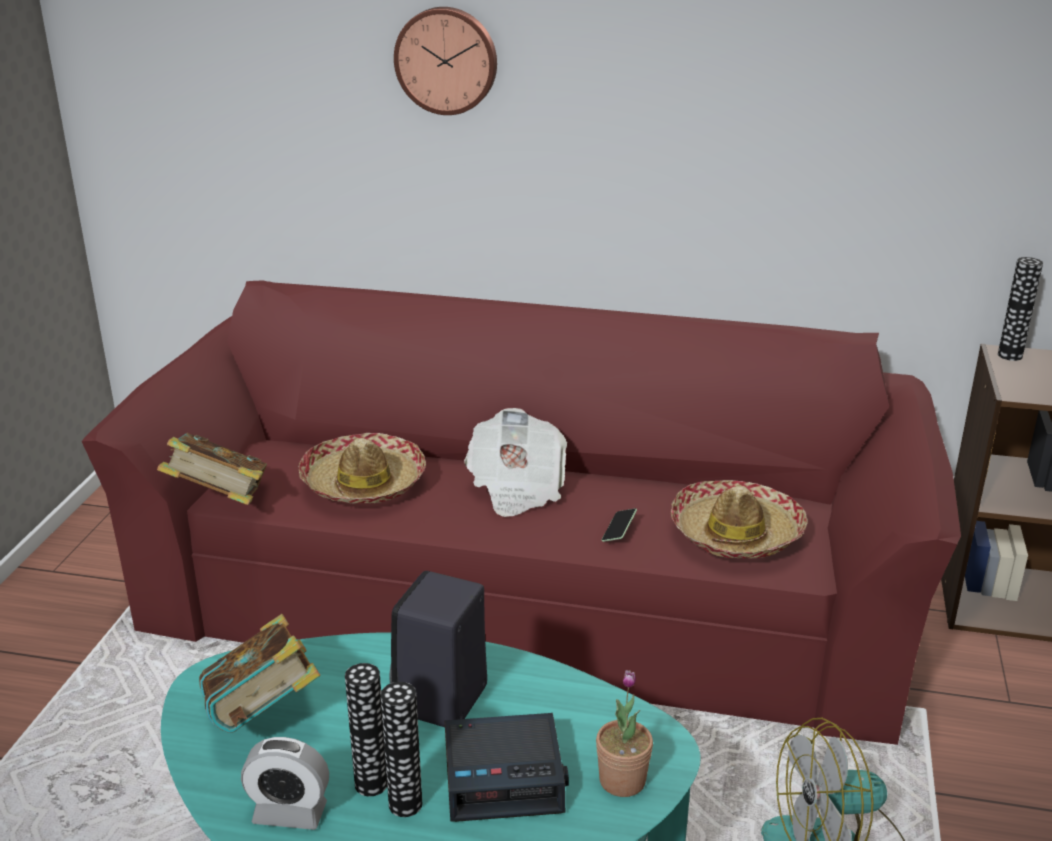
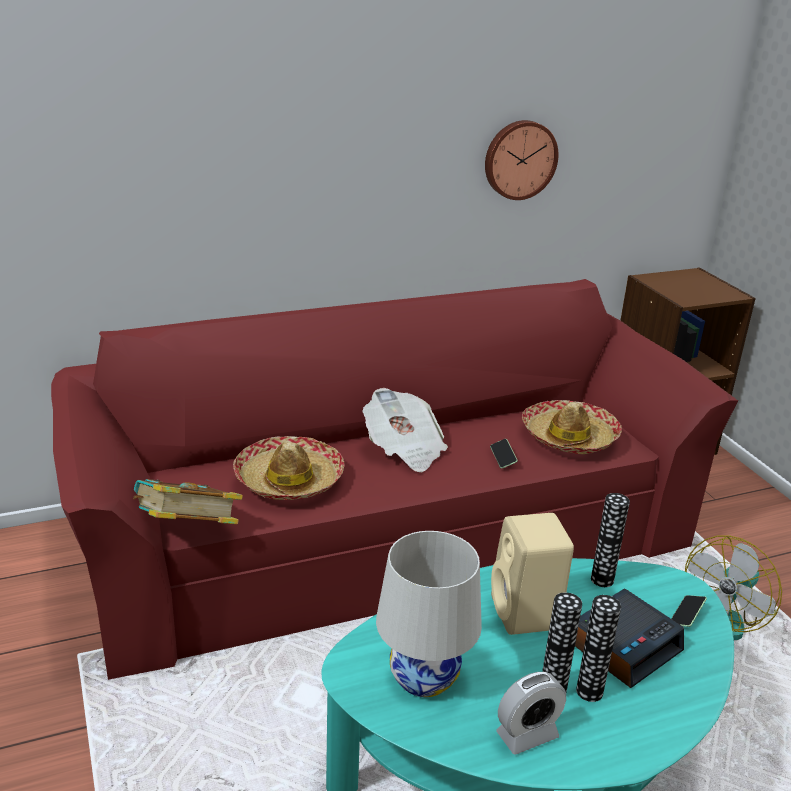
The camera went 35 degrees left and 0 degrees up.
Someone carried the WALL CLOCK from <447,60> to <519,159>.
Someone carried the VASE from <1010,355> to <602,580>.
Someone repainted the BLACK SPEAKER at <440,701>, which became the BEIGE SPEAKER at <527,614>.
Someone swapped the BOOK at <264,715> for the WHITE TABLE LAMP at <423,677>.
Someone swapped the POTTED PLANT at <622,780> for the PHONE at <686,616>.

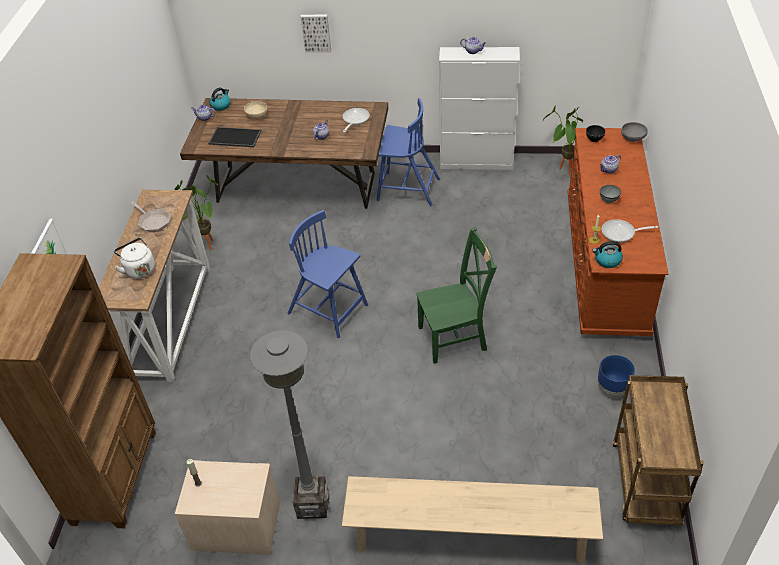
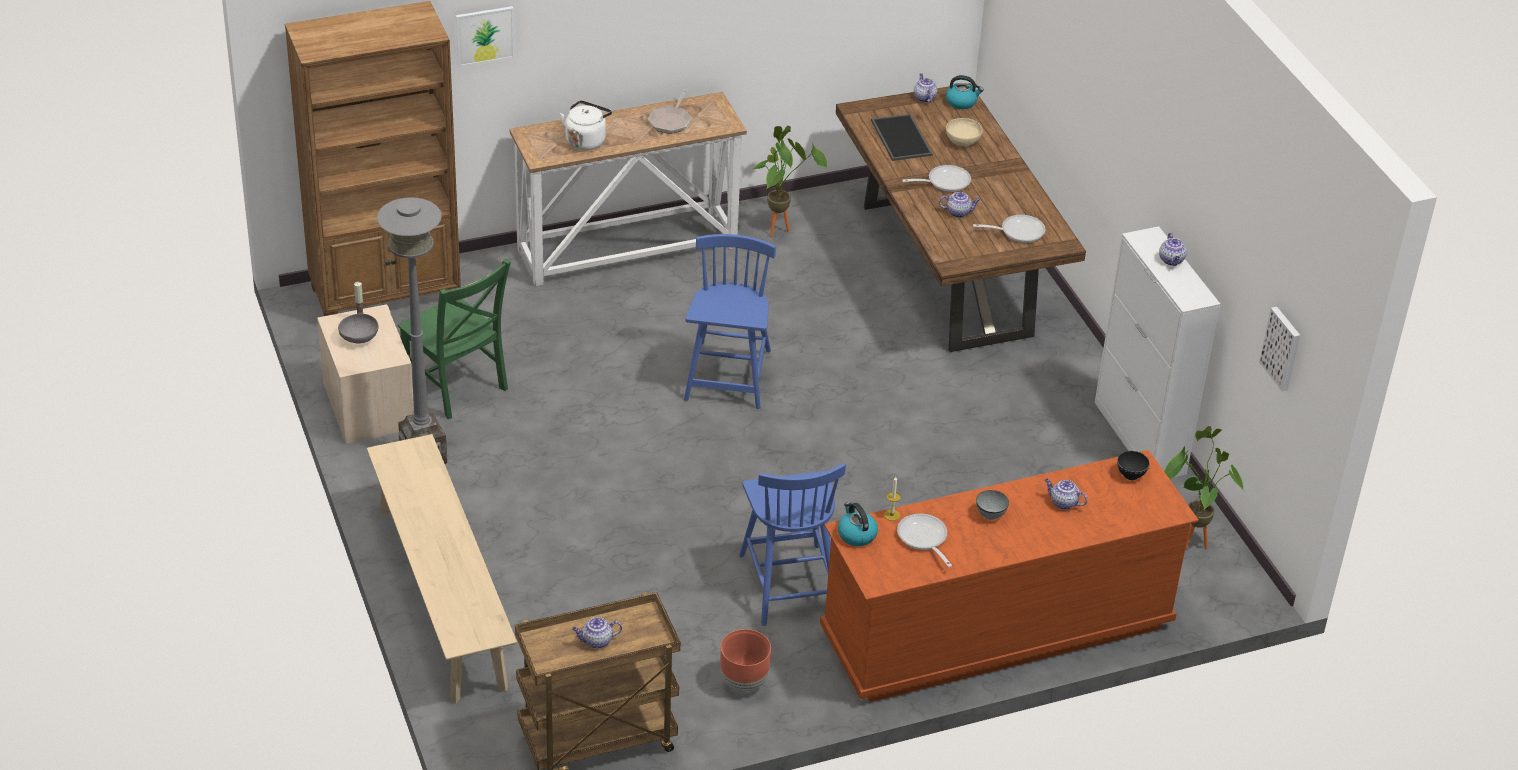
The camera went 60 degrees right and 5 degrees down.
Someone carried the PICTURE from <316,32> to <1282,348>.
Someone carried the BLUE CHAIR from <407,189> to <789,583>.
Someone carried the GREY BOWL from <633,138> to <359,338>.
Someone carried the GREEN CHAIR from <455,337> to <457,387>.
Someone repainted the BLUE PLANTER at <613,389>, which became the BROWN PLANTER at <743,682>.
Someone put down the FRYING PAN at <944,182>.
Someone put down the TEAPOT at <596,641>.

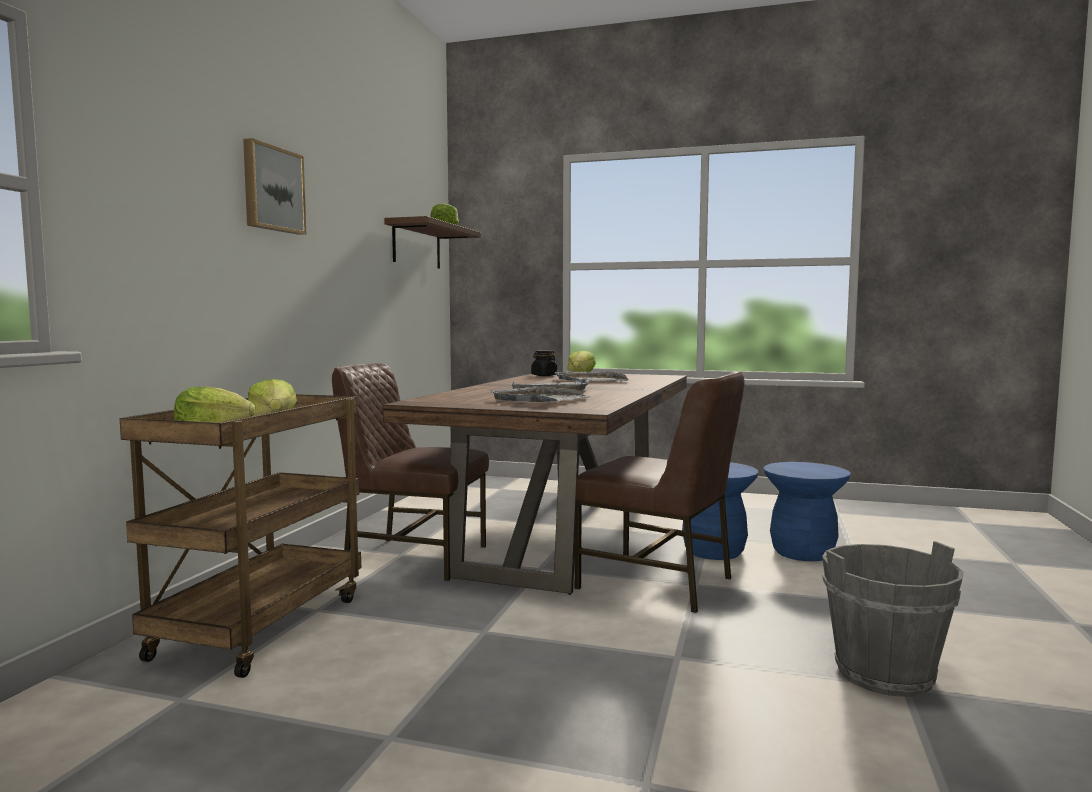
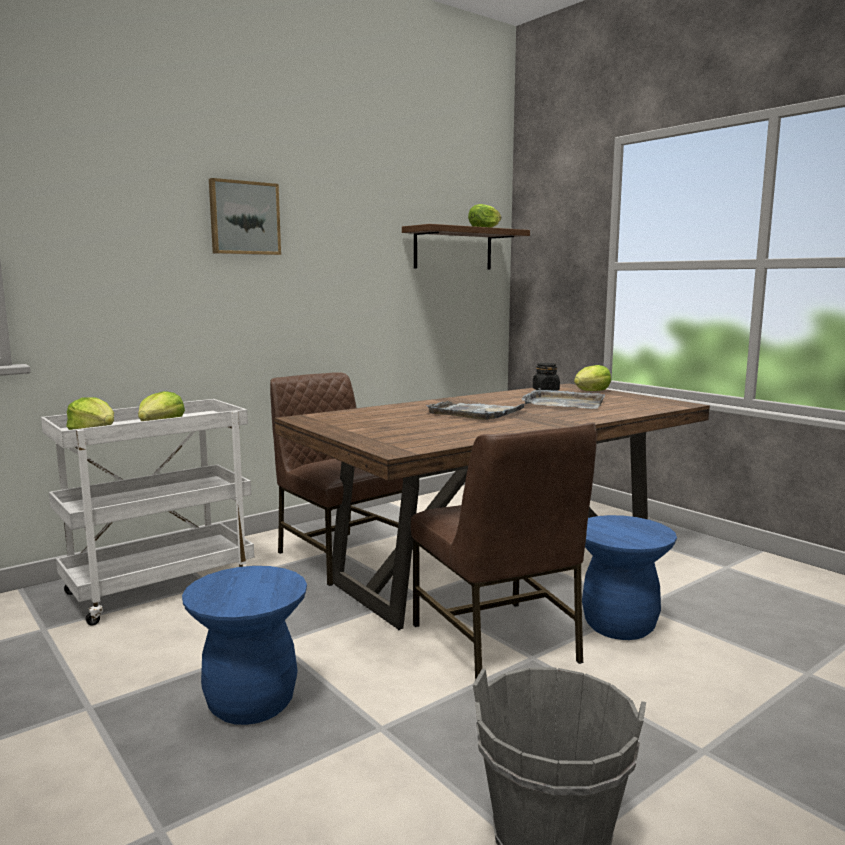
The camera went 35 degrees right and 5 degrees up.
Someone took away the GREY TRAY at <541,400>.
Someone repainted the BROWN CART at <260,625>, which became the WHITE CART at <160,586>.
Someone carried the BLUE STOOL from <803,553> to <251,703>.

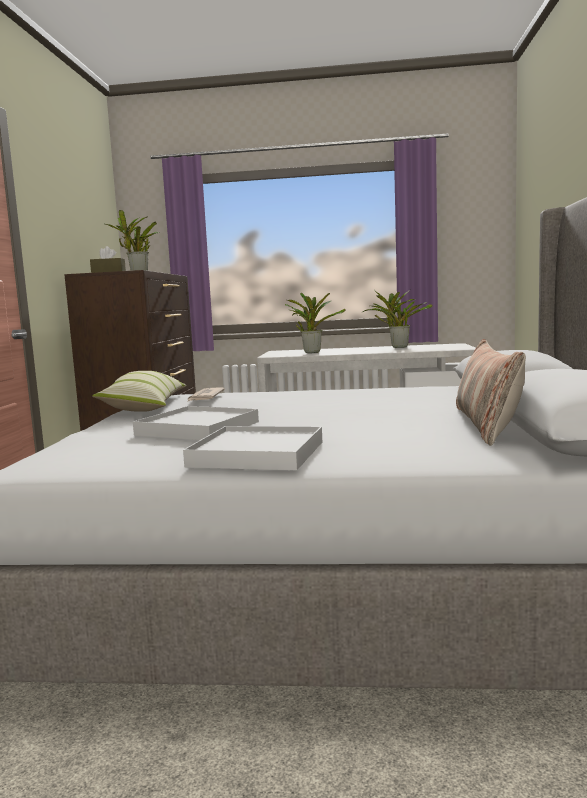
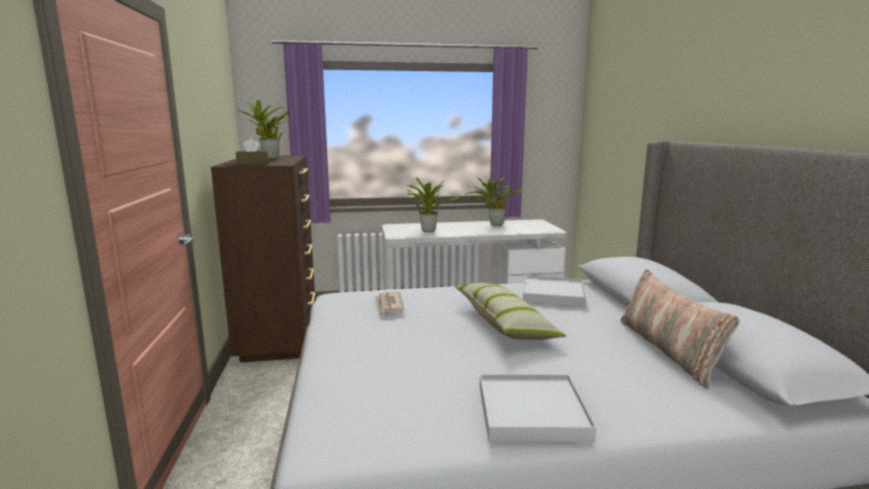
The camera went 15 degrees left and 5 degrees up.
Someone carried the PILLOW from <145,406> to <504,323>.
Someone carried the WHITE TRAY from <198,428> to <553,294>.

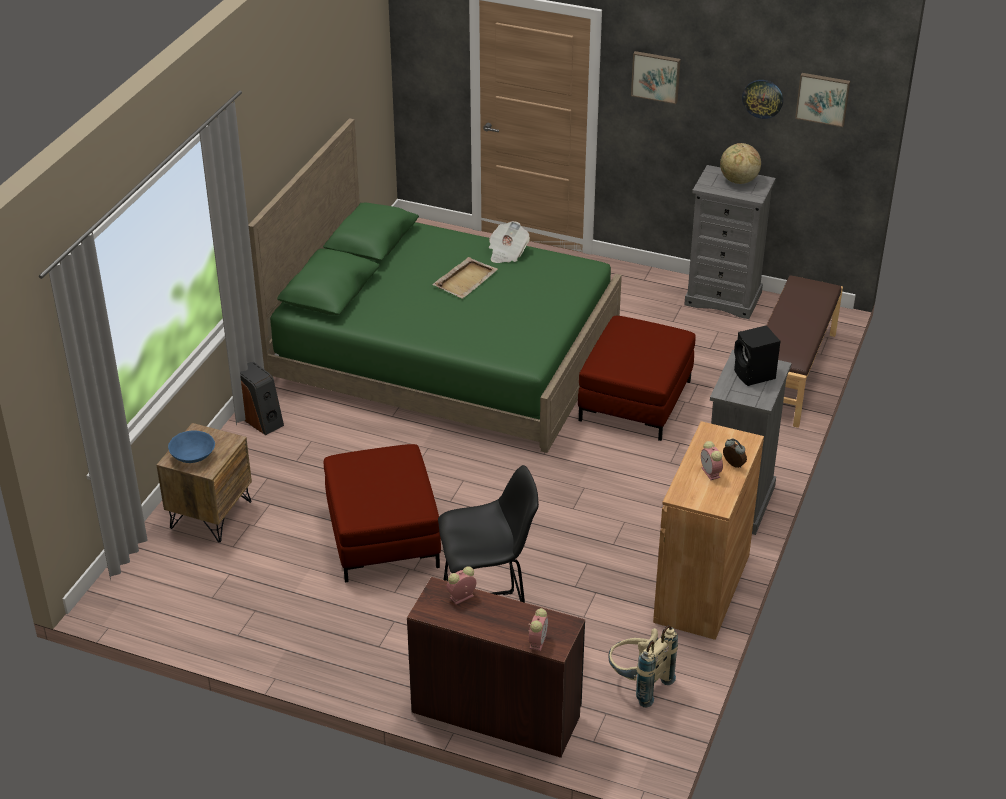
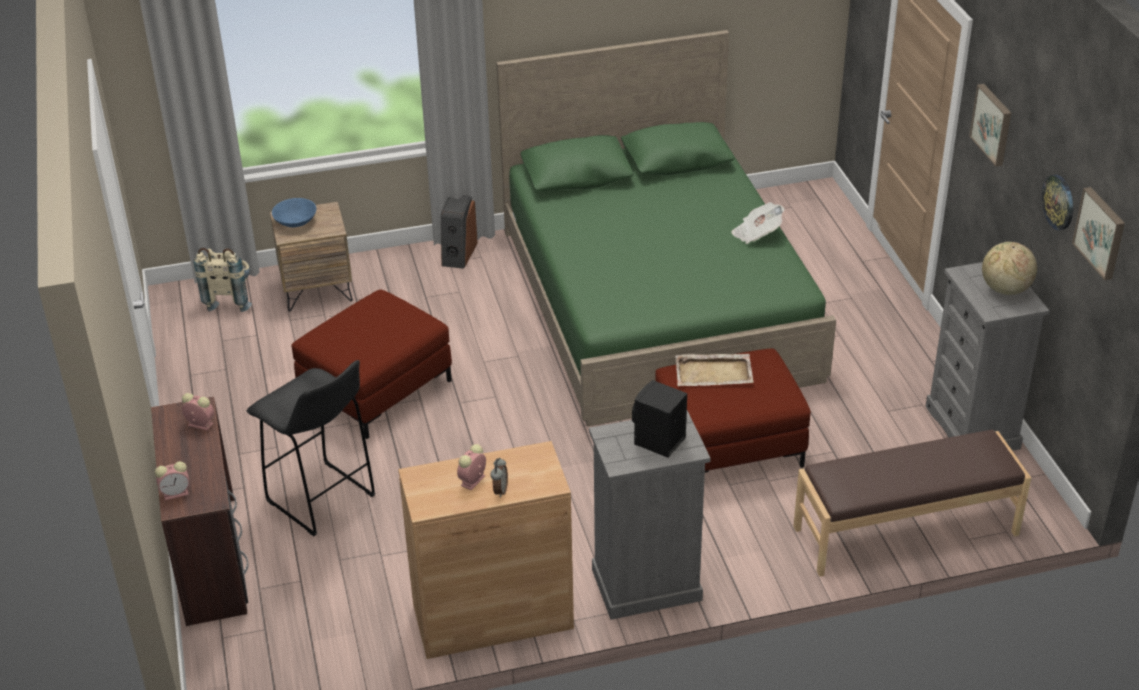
The camera went 55 degrees right and 0 degrees up.
Someone carried the BEIGE TRAY from <466,279> to <714,372>.
Someone carried the BEIGE BACKPACK from <638,684> to <230,299>.

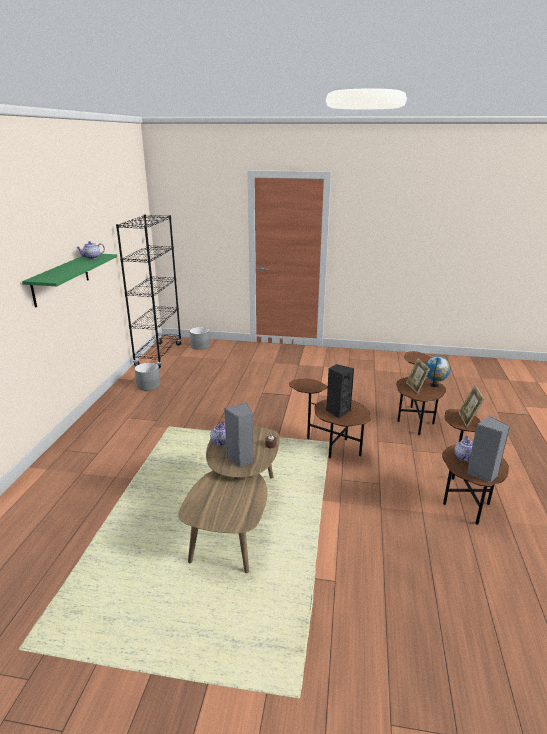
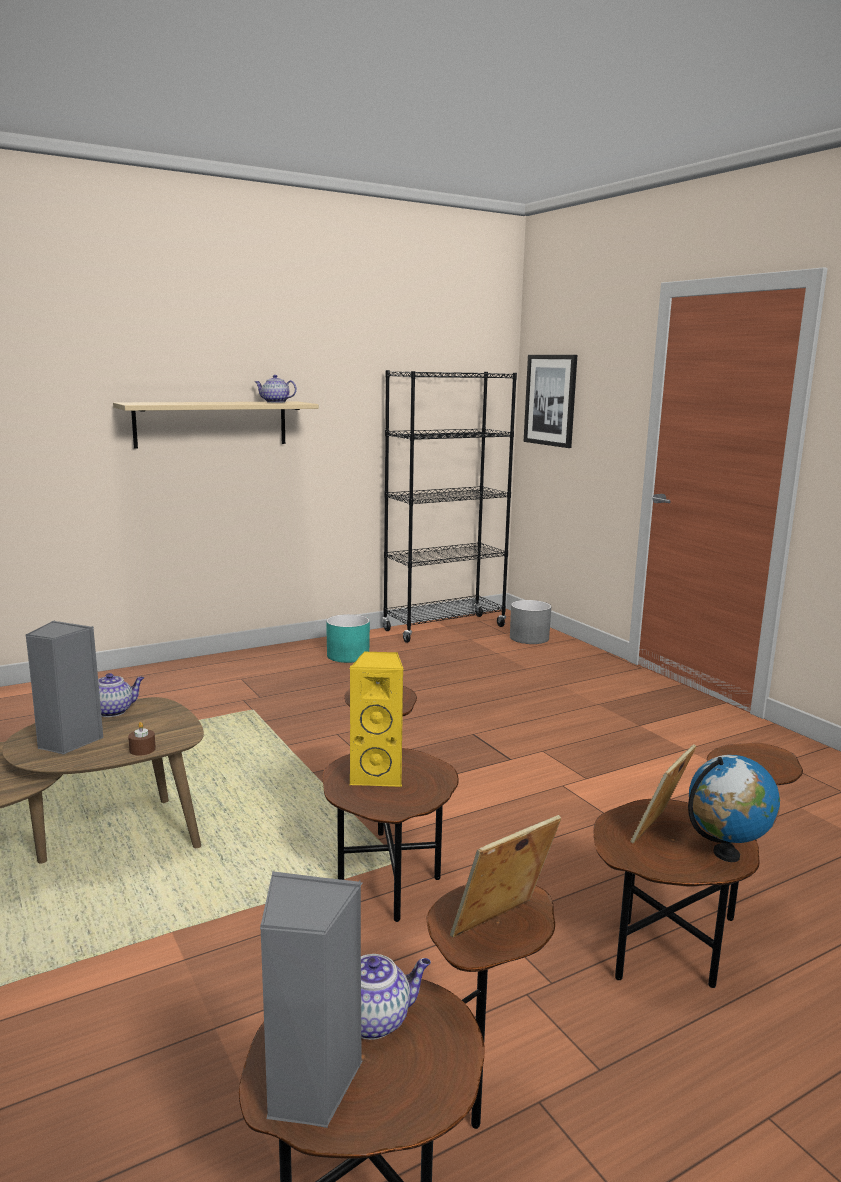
The camera went 50 degrees right and 10 degrees down.
Someone repainted the GREEN SHELF at <61,279>, which became the BEIGE SHELF at <211,424>.
Someone repainted the GREY PLANTER at <148,385>, which became the TURQUOISE PLANTER at <348,656>.
Someone repainted the BLACK SPEAKER at <337,411>, which became the YELLOW SPEAKER at <378,775>.
Someone put up the PICTURE at <550,400>.

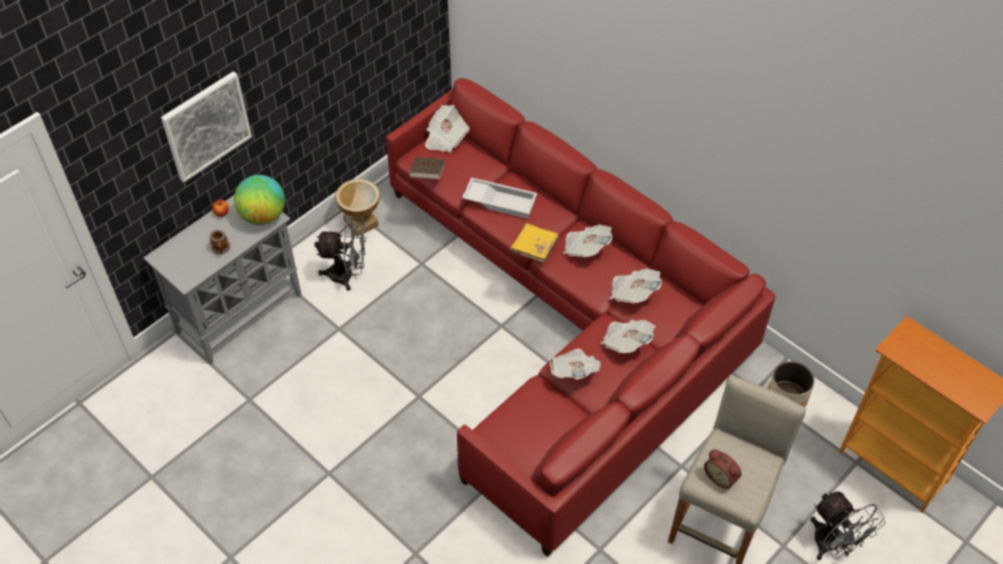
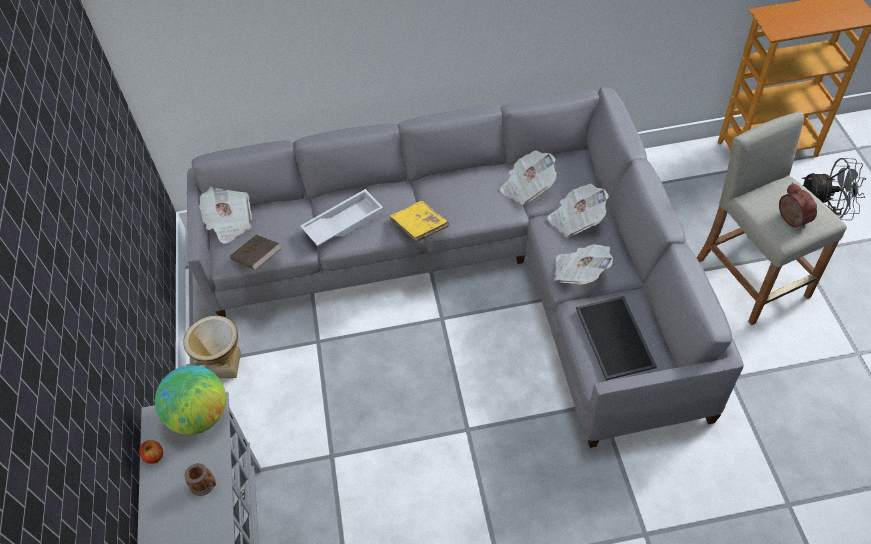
The camera went 50 degrees left and 0 degrees up.
Someone took away the PICTURE at <206,125>.
Someone repainted the RED SOFA at <568,322>, which became the GREY SOFA at <479,268>.
Someone took away the GREY FAN at <347,275>.
Someone took away the NEWSPAPER at <585,248>.
Someone took away the PLANTER at <787,397>.
Someone rotated the ALARM CLOCK at <721,477> by 105 degrees counterclockwise.
Someone put down the TRAY at <616,338>.

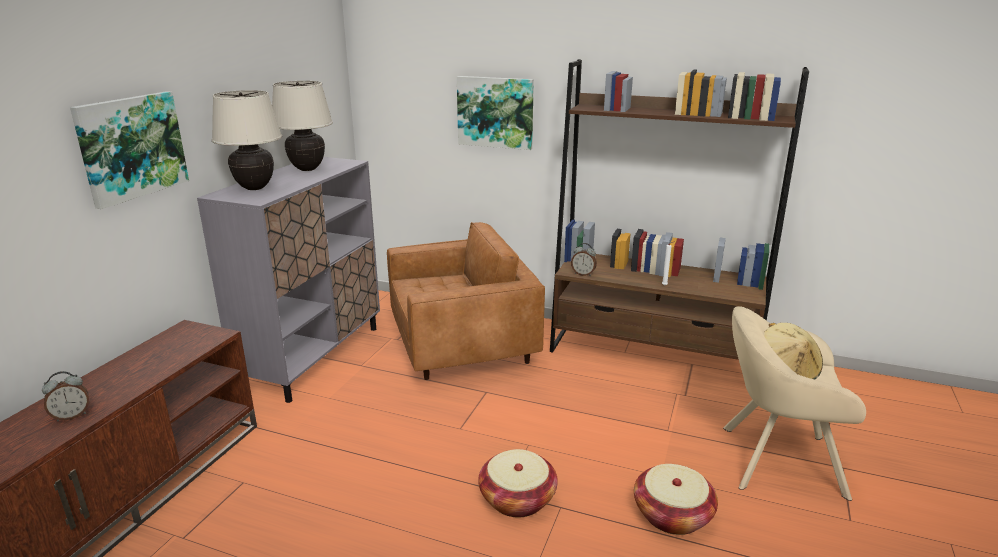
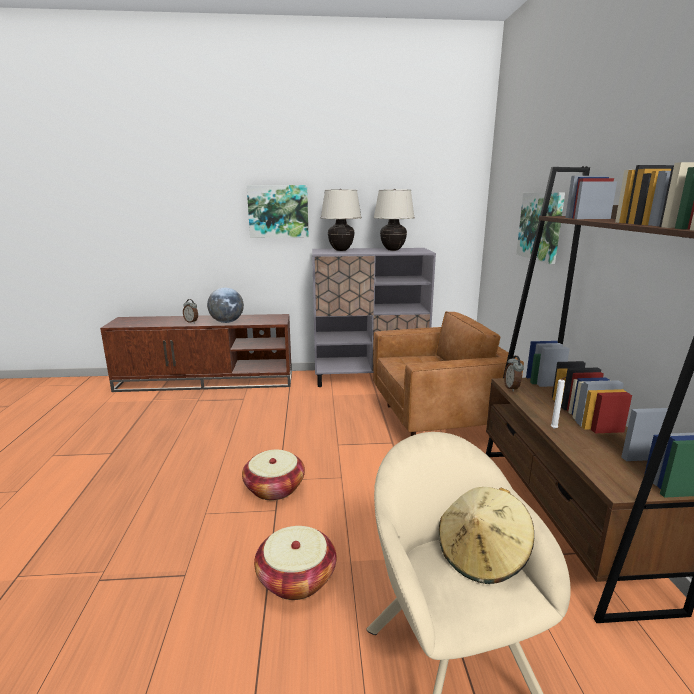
The camera went 65 degrees right and 5 degrees down.
Someone rotated the BROWN ARMCHAIR at <462,350> by 60 degrees counterclockwise.
Someone put down the GLOBE at <227,322>.

